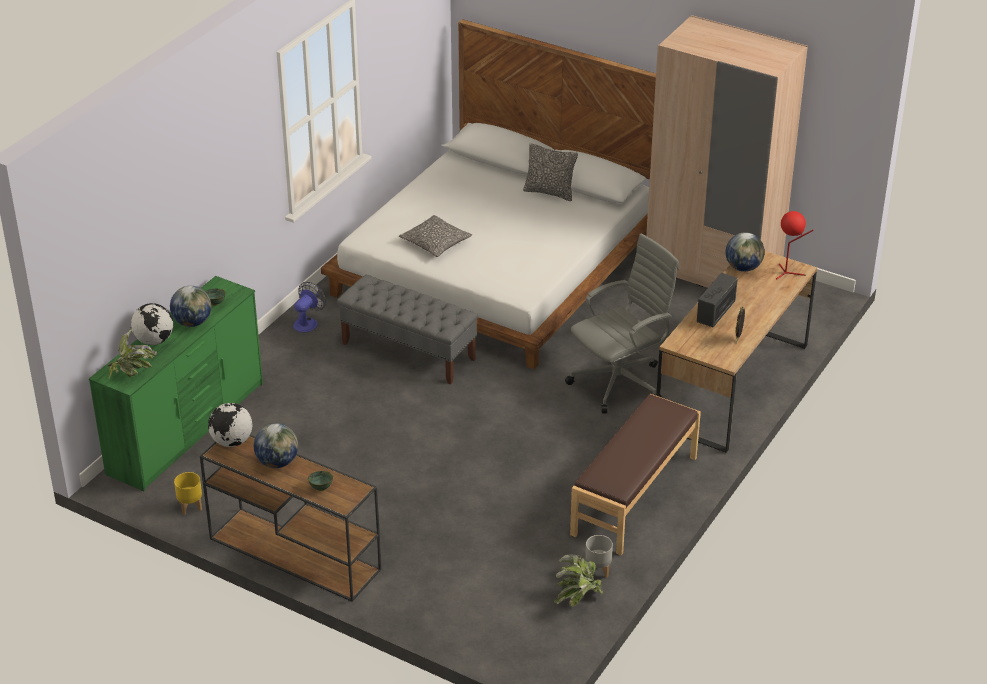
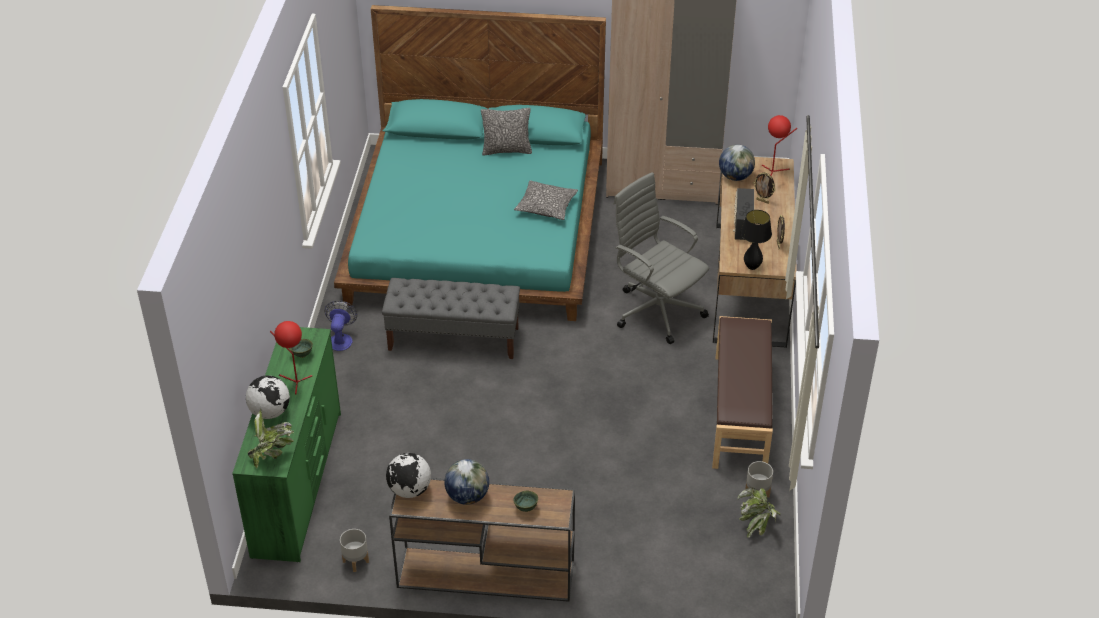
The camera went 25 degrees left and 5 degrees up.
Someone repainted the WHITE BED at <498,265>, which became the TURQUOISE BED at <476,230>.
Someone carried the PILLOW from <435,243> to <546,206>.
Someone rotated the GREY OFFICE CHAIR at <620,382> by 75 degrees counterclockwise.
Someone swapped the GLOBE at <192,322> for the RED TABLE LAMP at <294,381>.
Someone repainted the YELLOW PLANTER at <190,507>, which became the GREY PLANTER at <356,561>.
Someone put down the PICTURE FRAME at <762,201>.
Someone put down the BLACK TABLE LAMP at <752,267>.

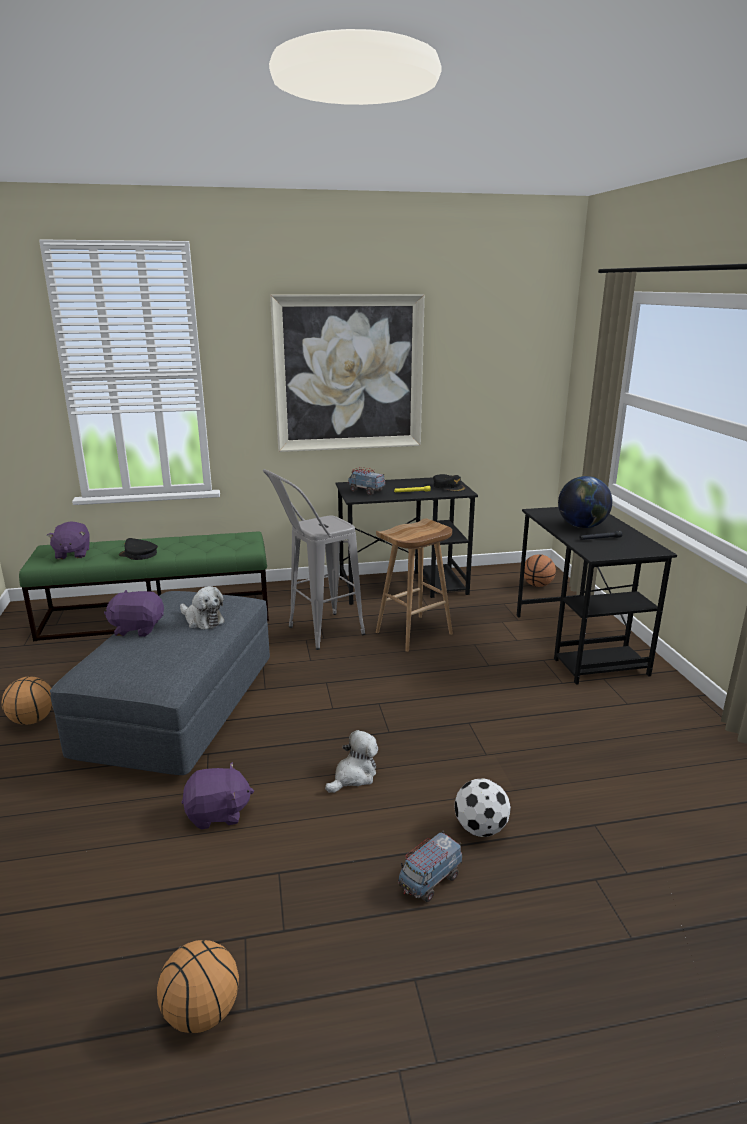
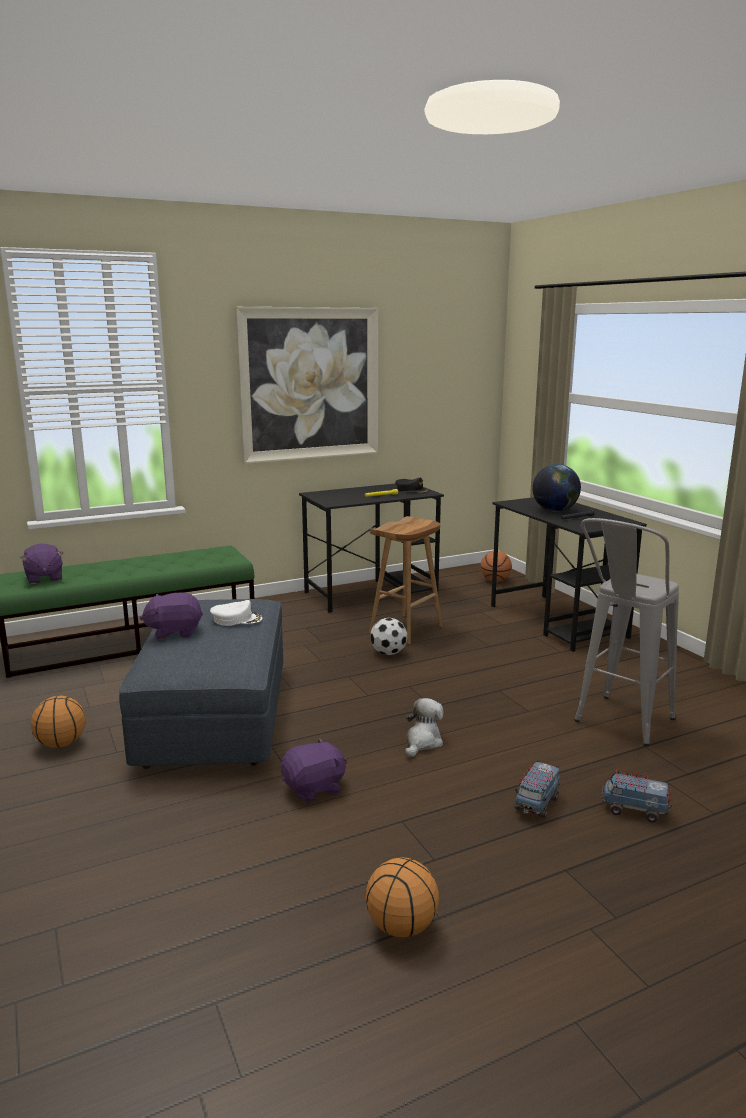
The camera went 15 degrees left and 5 degrees down.
Someone carried the TOY TRUCK from <366,491> to <634,810>.
Someone carried the GREY STOOL from <316,634> to <618,726>.
Someone took away the BLACK CAP at <138,554>.
Someone swapped the PLUSH TOY at <202,620> for the WHITE CAP at <236,619>.
Someone carried the FOOTBALL from <481,828> to <389,653>.

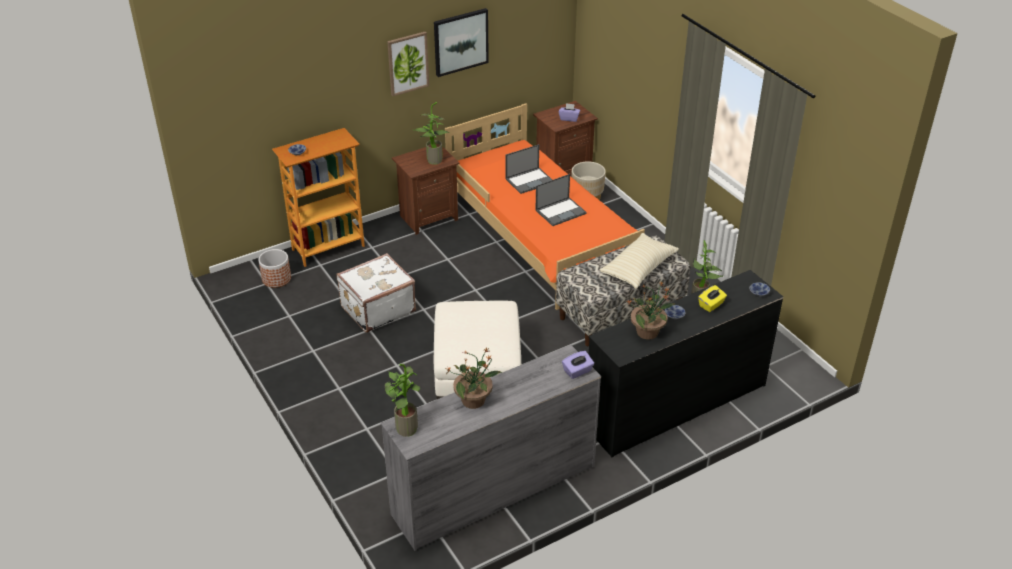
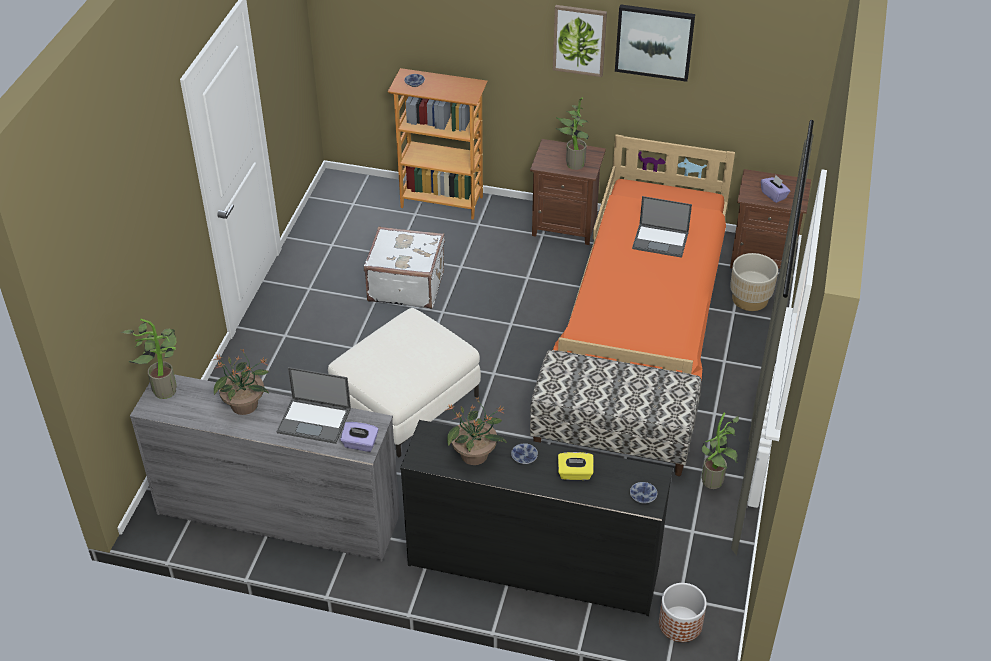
The camera went 45 degrees right and 5 degrees up.
Someone carried the LAPTOP from <561,211> to <315,420>.
Someone took away the BEIGE PILLOW at <638,269>.
Someone carried the PLANTER from <276,279> to <680,624>.

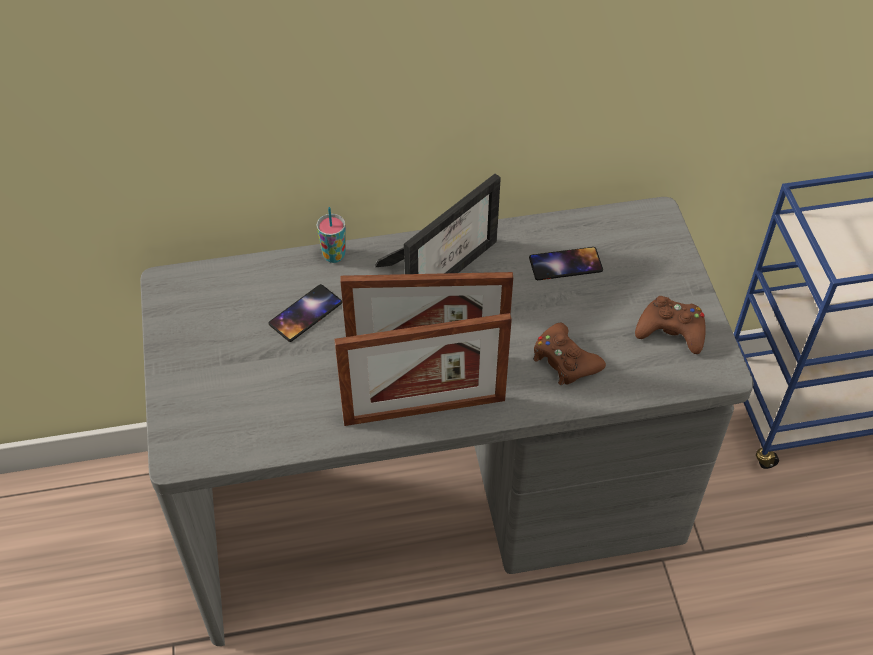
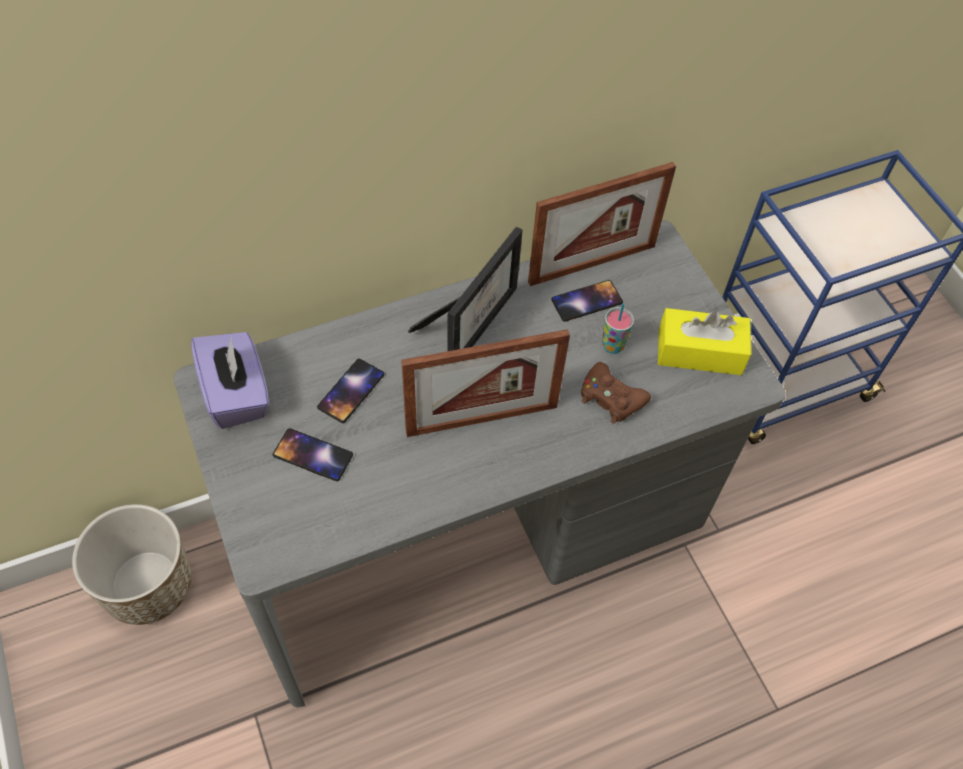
The camera went 15 degrees left and 5 degrees up.
Someone carried the CUP from <334,255> to <612,346>.
Someone swapped the BROWN GAME CONTROLLER at <671,330> for the YELLOW TISSUE BOX at <699,352>.
Someone carried the PICTURE FRAME from <424,410> to <592,264>.
Someone put down the PURPLE TISSUE BOX at <237,394>.
Someone put down the PHONE at <313,455>.
Someone put down the PLANTER at <148,585>.

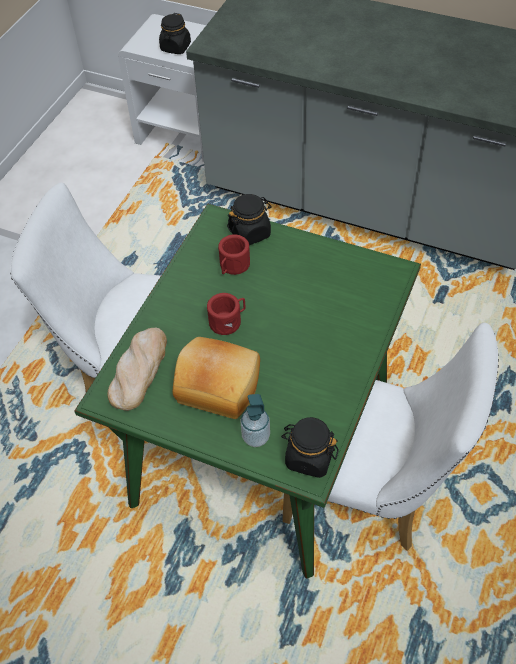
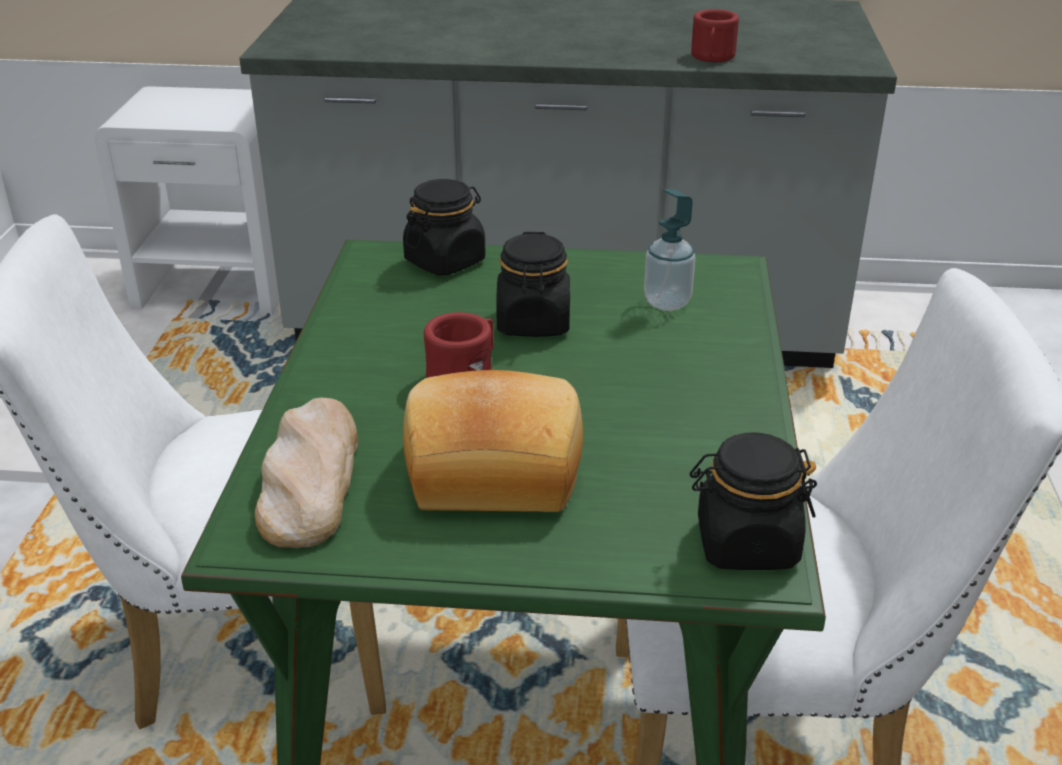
The camera went 20 degrees left and 20 degrees down.
Someone carried the BLACK JAR from <175,47> to <533,323>.
Someone carried the RED MUG from <233,266> to <712,57>.
Someone carried the SOAP DISPENSER from <256,437> to <667,302>.

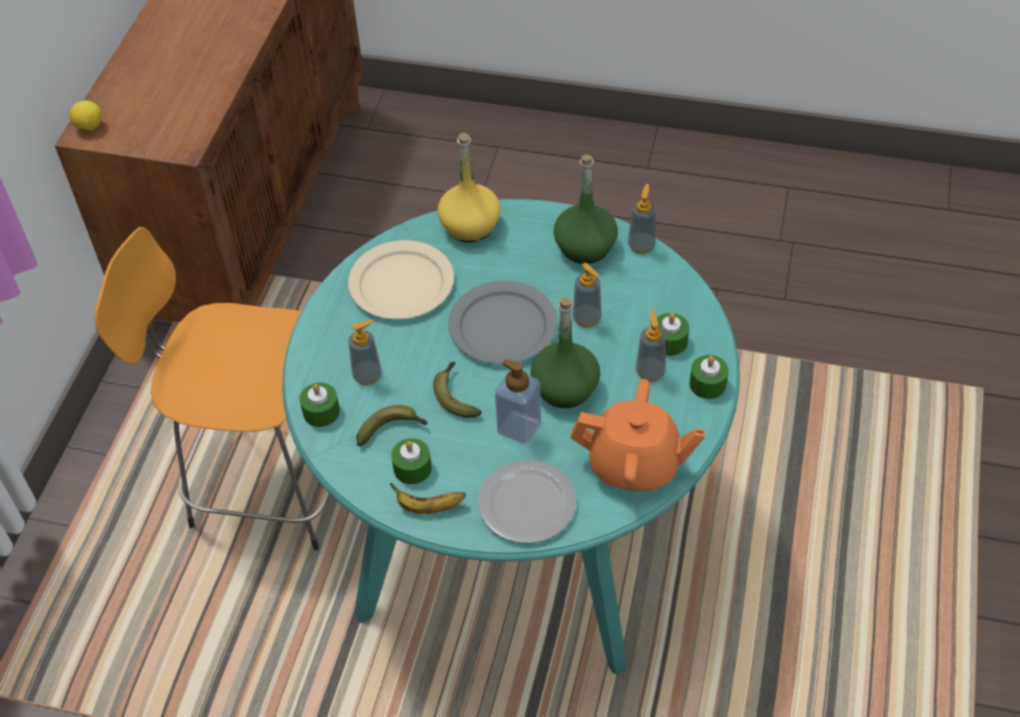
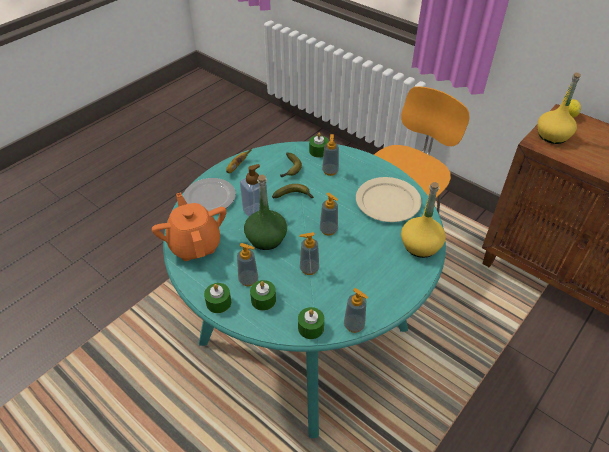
The camera went 115 degrees right and 5 degrees down.
Someone took away the GREEN BOTTLE at <585,247>.
Someone swapped the GREY PLATE at <502,326> for the SOAP DISPENSER at <328,230>.
Someone rotated the ORANGE TEAPOT at <634,465> by 120 degrees clockwise.
Someone carried the GREEN CANDLE from <412,468> to <311,328>.
Someone put down the YELLOW BOTTLE at <552,136>.

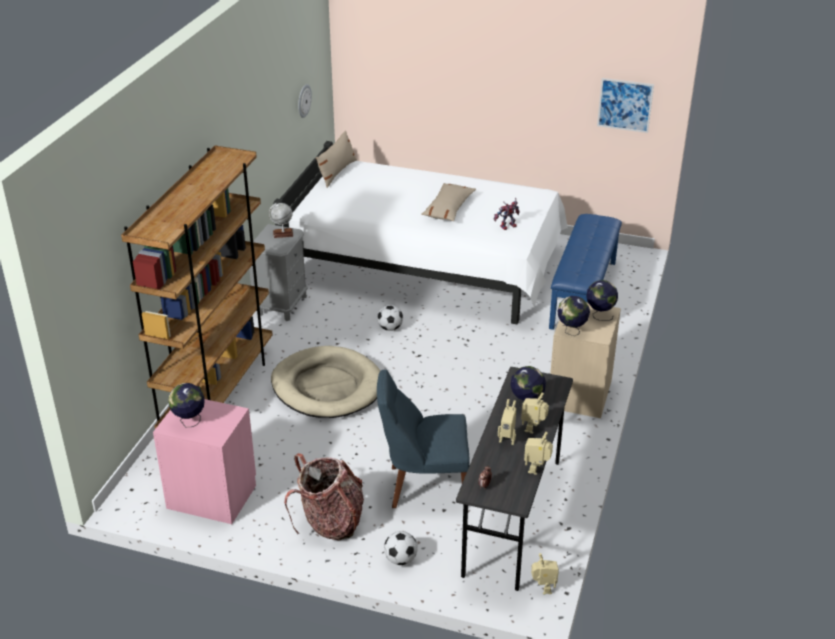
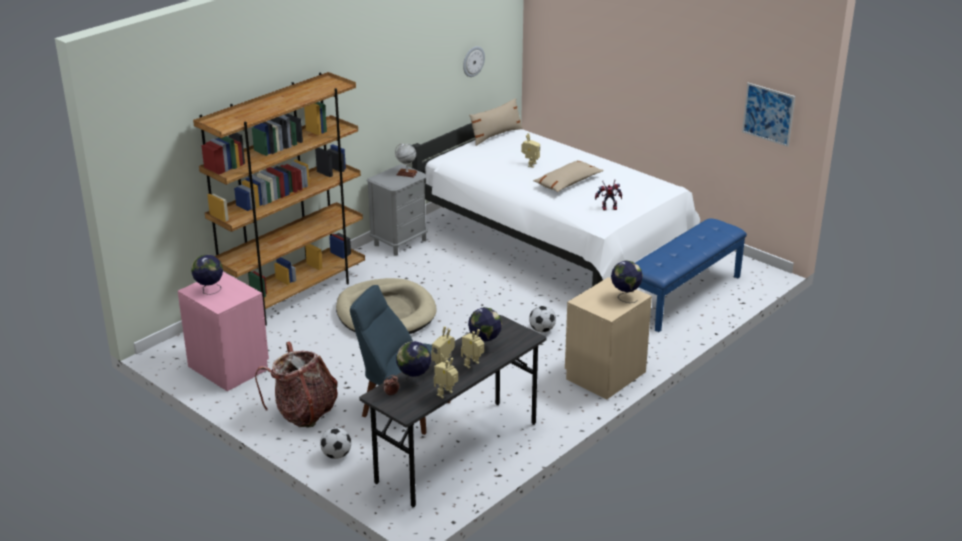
The camera went 25 degrees right and 5 degrees down.
Someone carried the GLOBE from <571,332> to <414,381>.
Someone carried the FOOTBALL from <390,328> to <542,330>.
Someone carried the TOY ROBOT from <543,588> to <530,164>.

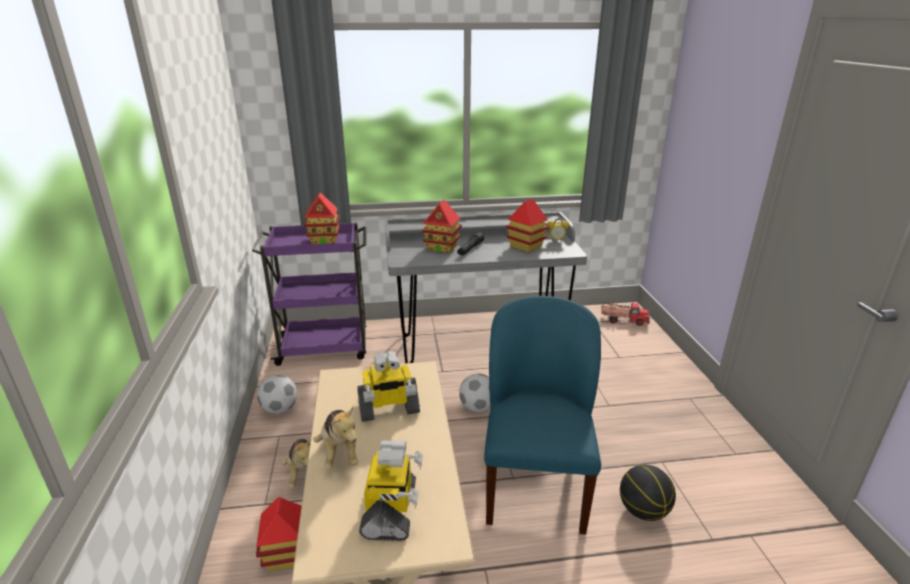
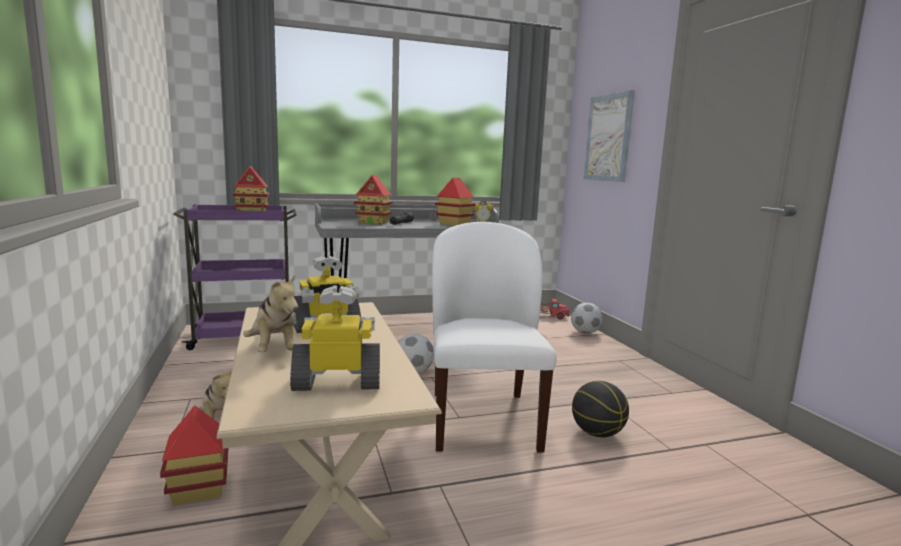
The camera went 10 degrees left and 15 degrees down.
Someone repainted the BLUE CHAIR at <535,482>, which became the WHITE CHAIR at <482,419>.
Someone carried the FOOTBALL from <279,409> to <585,332>.
Someone rotated the TOY ROBOT at <391,510> by 90 degrees counterclockwise.
Someone put up the PICTURE at <608,138>.

